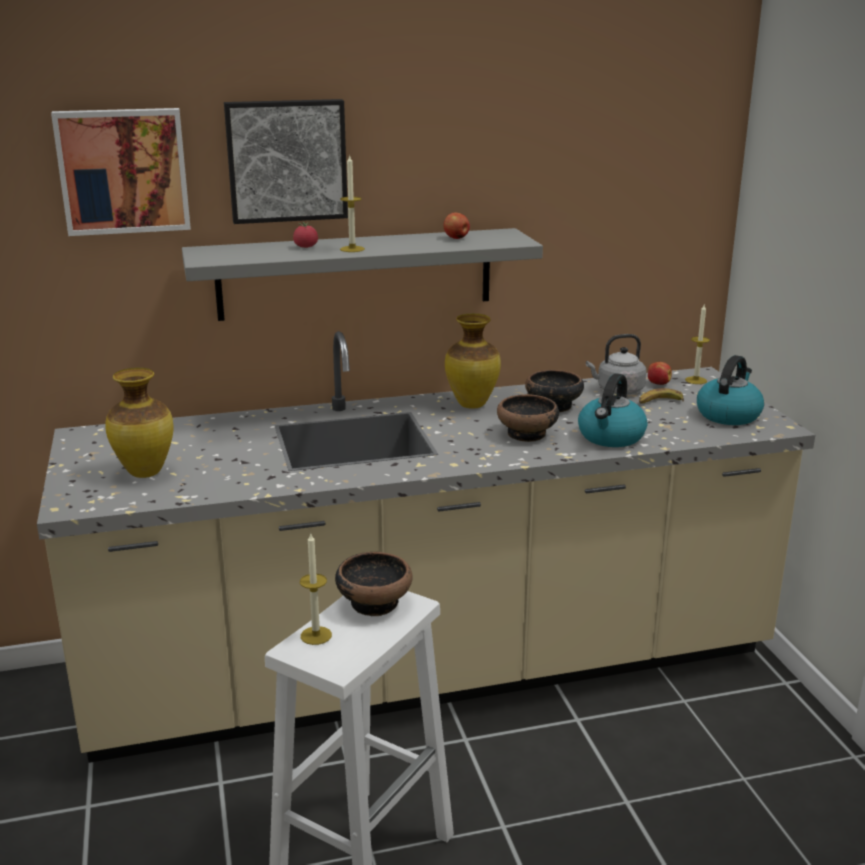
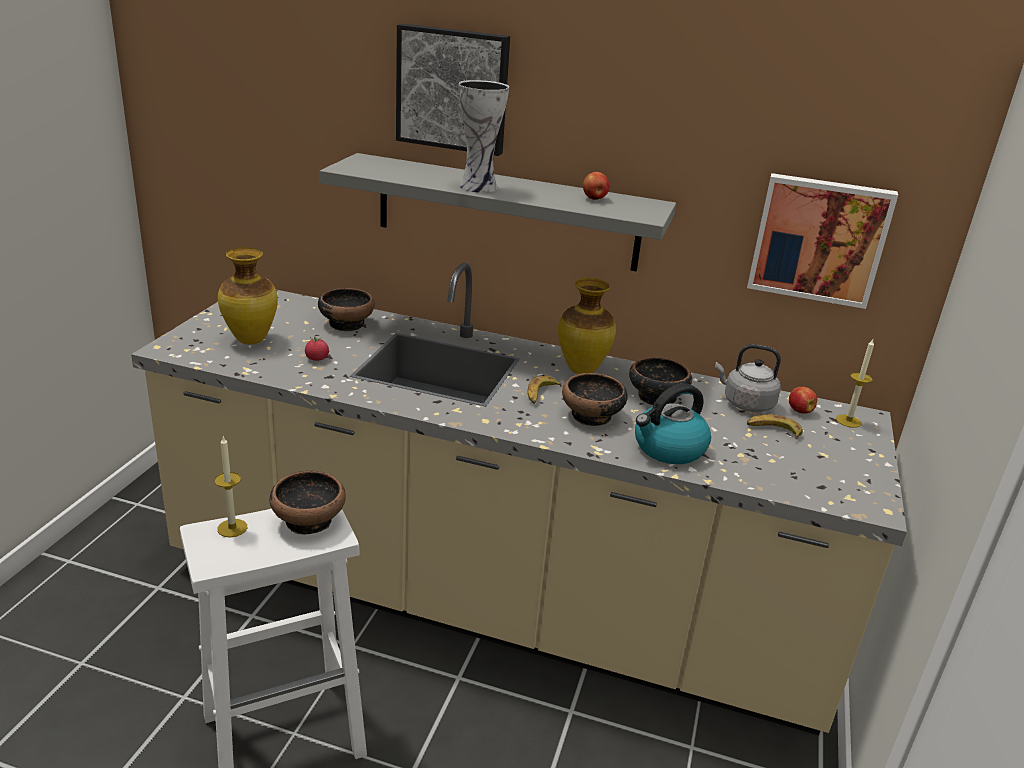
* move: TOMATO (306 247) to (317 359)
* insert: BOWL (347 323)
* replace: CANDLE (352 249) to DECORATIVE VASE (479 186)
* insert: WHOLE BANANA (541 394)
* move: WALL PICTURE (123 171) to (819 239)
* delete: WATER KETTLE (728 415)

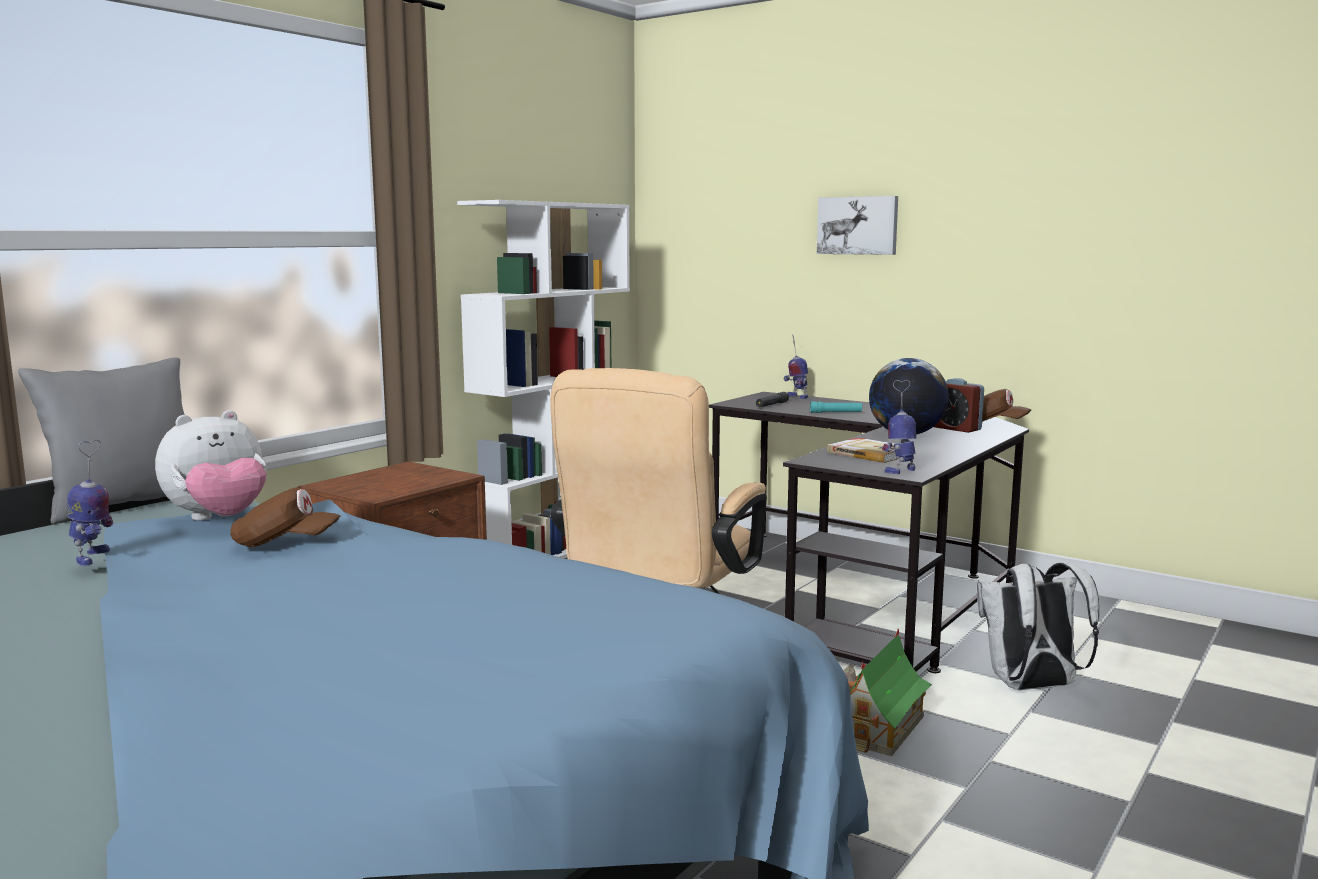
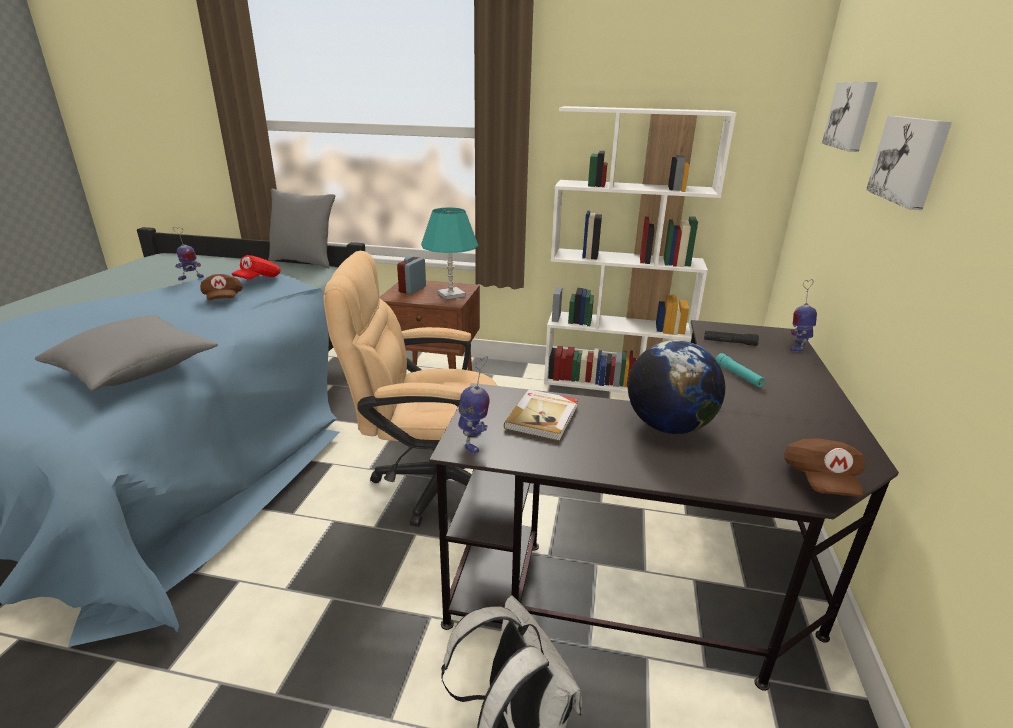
* insert: GREY THROW PILLOW (134 369)
* replace: PLUSH TOY (219 519) to RED BASEBALL CAP (258 279)
* move: BEDSIDE CLOCK (956 428) to (412 289)
* insert: TURQUOISE-COLOURED TABLE LAMP (451 294)
* rotate: ROBOT FIGURE (901 470) = (473 442) 60 degrees clockwise
* insert: WALL PICTURE (852 115)
* delete: MODEL HOUSE (877 727)

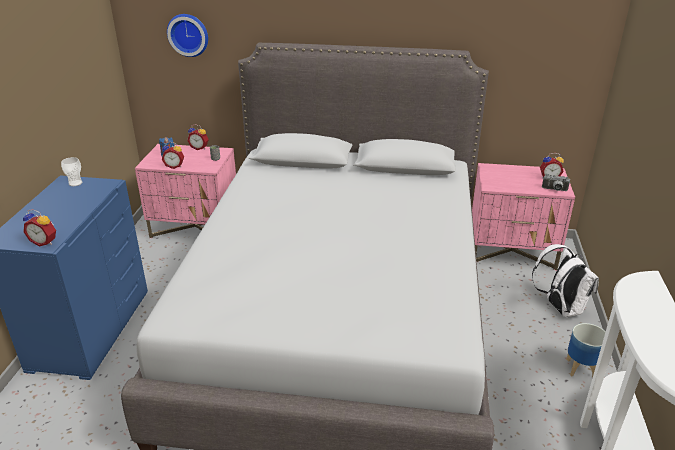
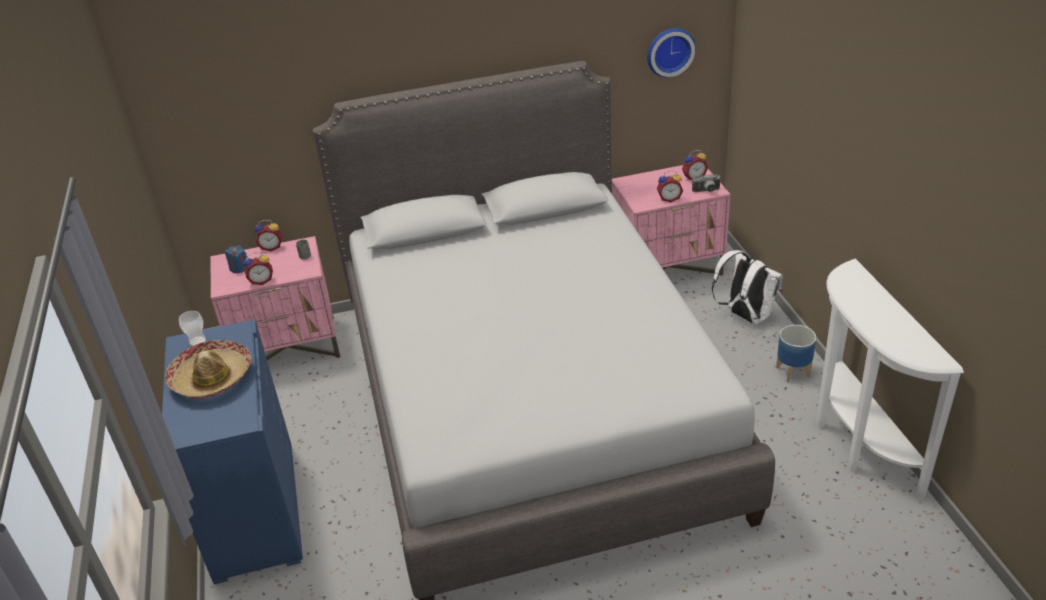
* insert: CLOTHING HAT (212 377)
* move: HANGING CLOCK (188 34) to (669 51)
* move: BEDSIDE CLOCK (45 242) to (669 199)

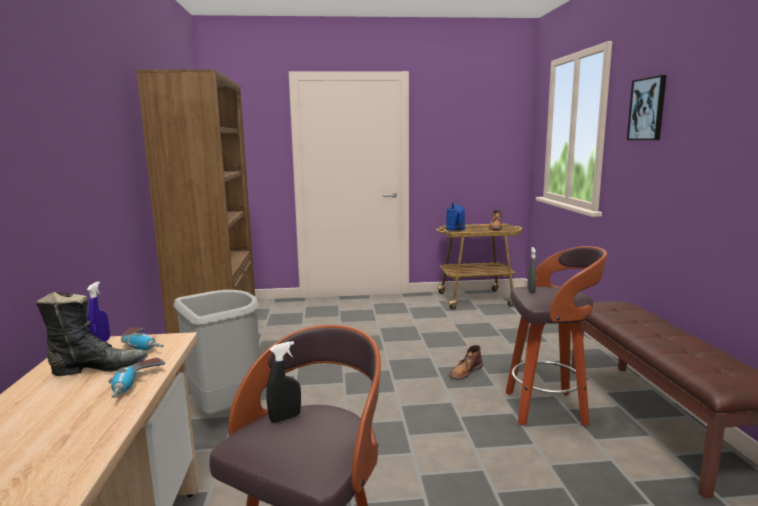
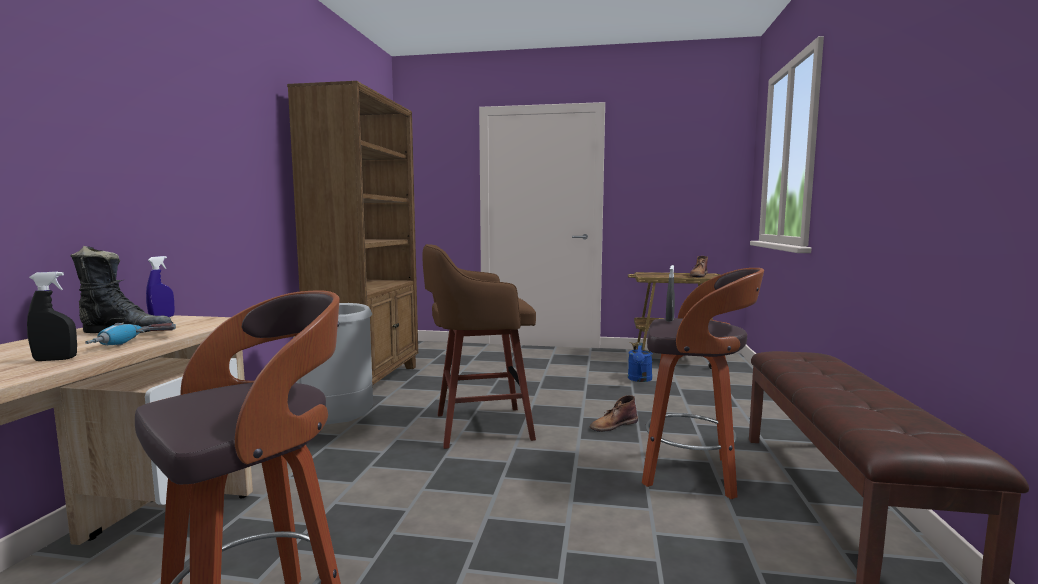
* move: BLACKISH SPRAYER (285 418) to (55 359)
* insert: BROWNISH SITTING STOOL (479 427)
* move: BLUISH SPRINKLING CAN (456 229) to (639 379)
* delete: ELECTRIC DRILL (144 346)
* delete: WALL PICTURE (647 109)

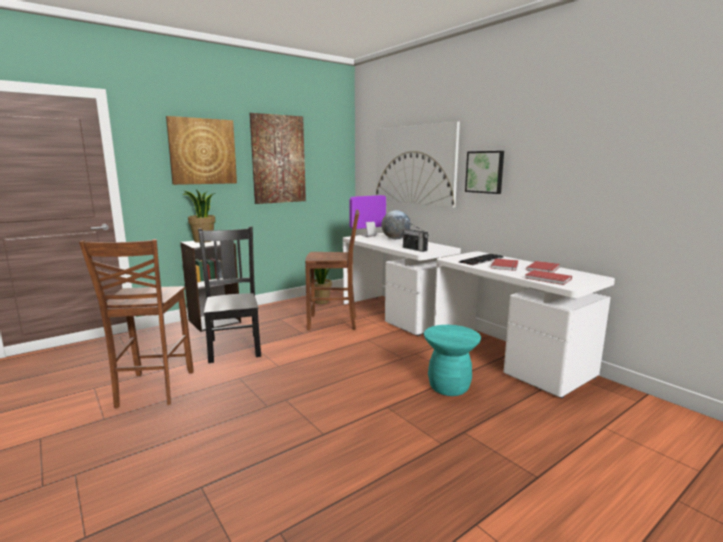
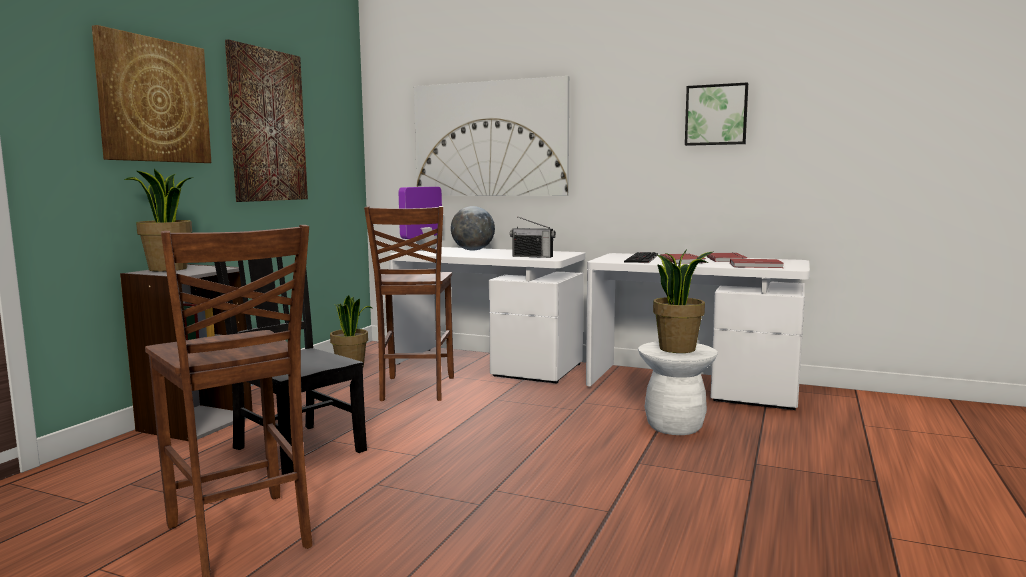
* rotate: BROWNISH CHAIR (334 323) = (415 389) 120 degrees clockwise
* recolor: TURQUOISE-COLOURED SITTING STOOL (449 387) to WHITISH SITTING STOOL (674 426)
* insert: POTTED PLANT (678 348)
* move: WALL PICTURE (485 172) to (716 115)

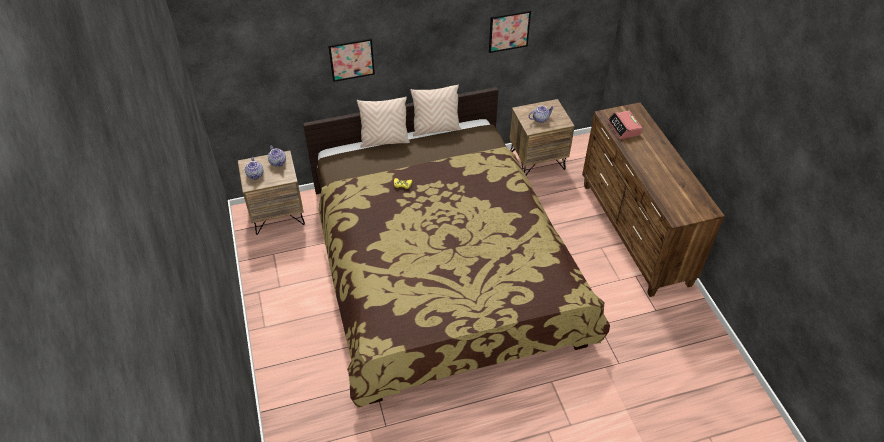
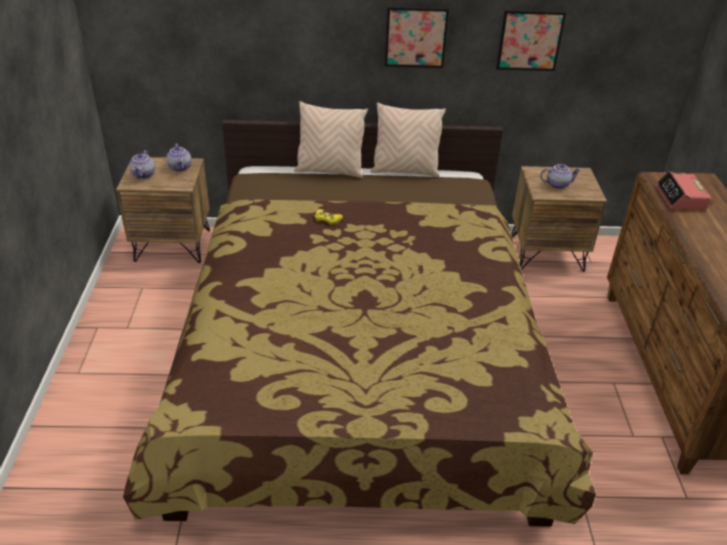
* move: WALL PICTURE (351 59) to (415 37)

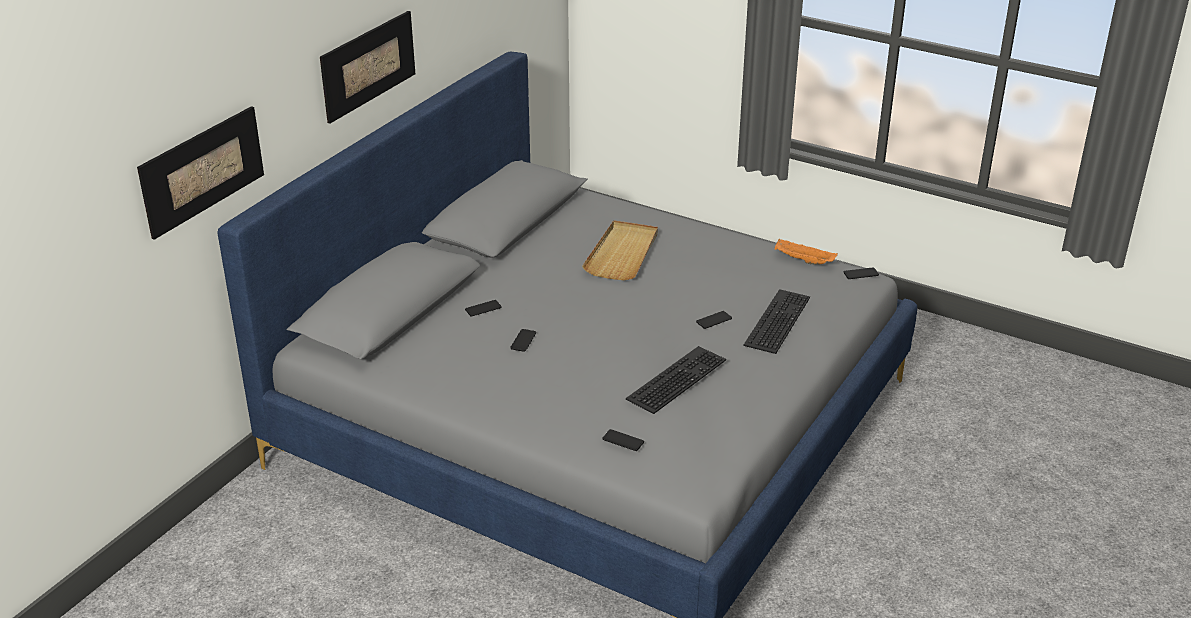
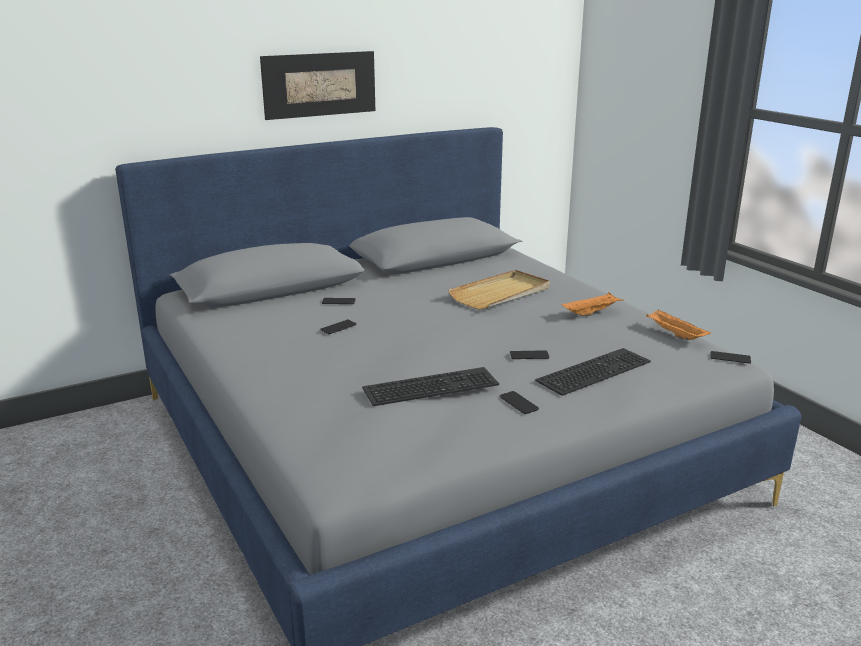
* move: HANDSET (623 440) to (518 403)
* insert: ORANGE CARRYING TRAY (592 313)
* delete: WALL PICTURE (202 170)

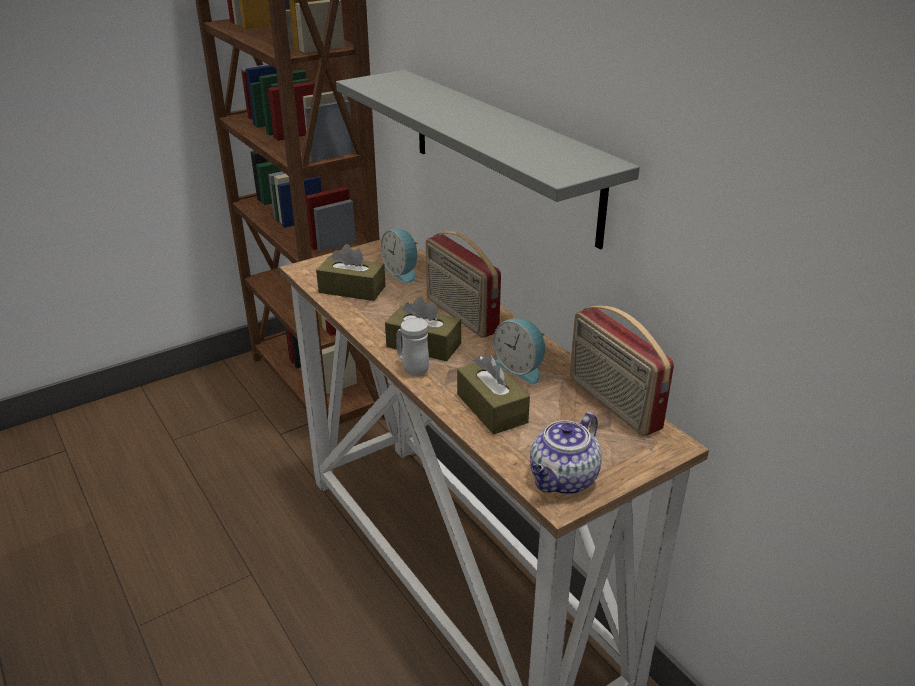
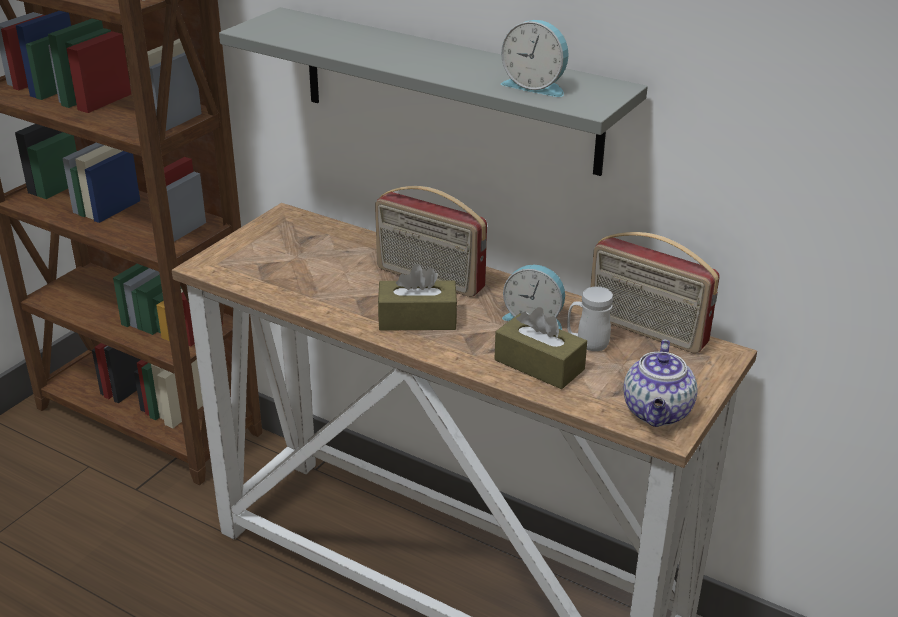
* move: BEDSIDE CLOCK (402 272) to (536 86)
* move: WHITISH MUG (412 368) to (587 344)
* delete: BROWNISH BOX OF TISSUES (352 289)

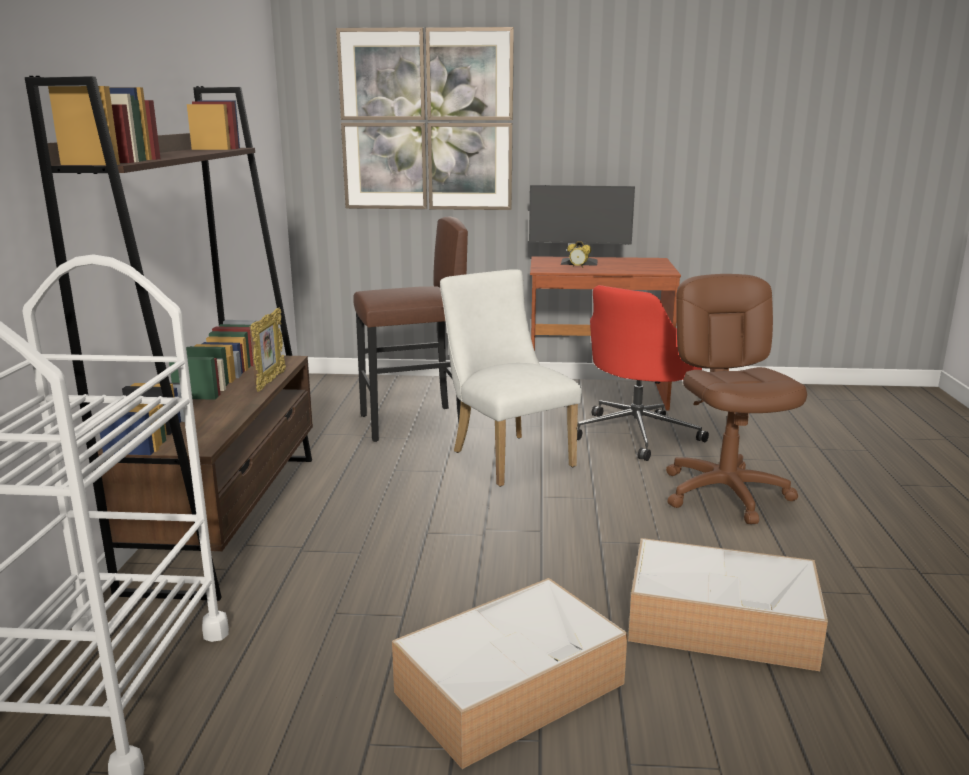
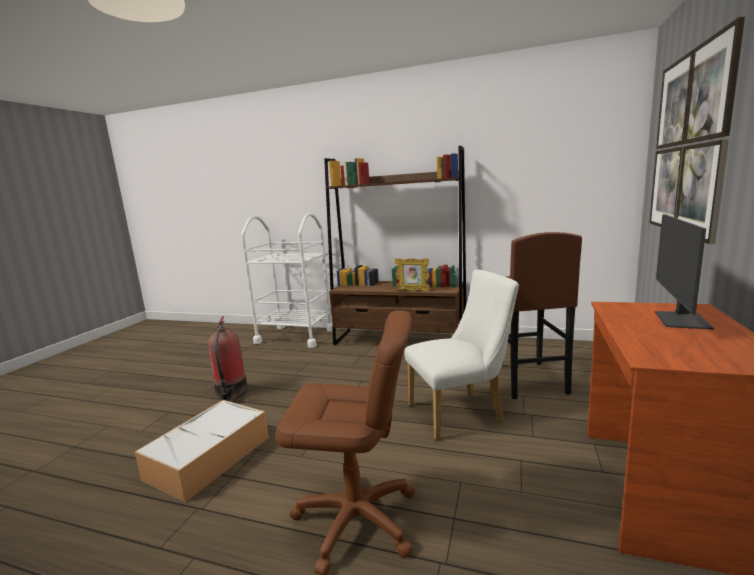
* replace: STORAGE BOX (512 686) to EXTINGUISHER (231 393)
* delete: BEDSIDE CLOCK (578 267)
* delete: RED OFFICE CHAIR (637 434)

